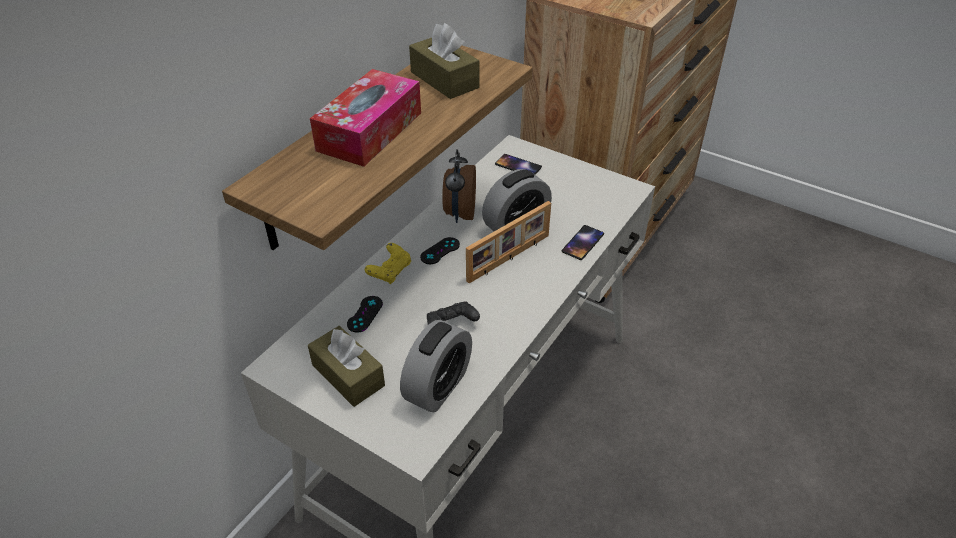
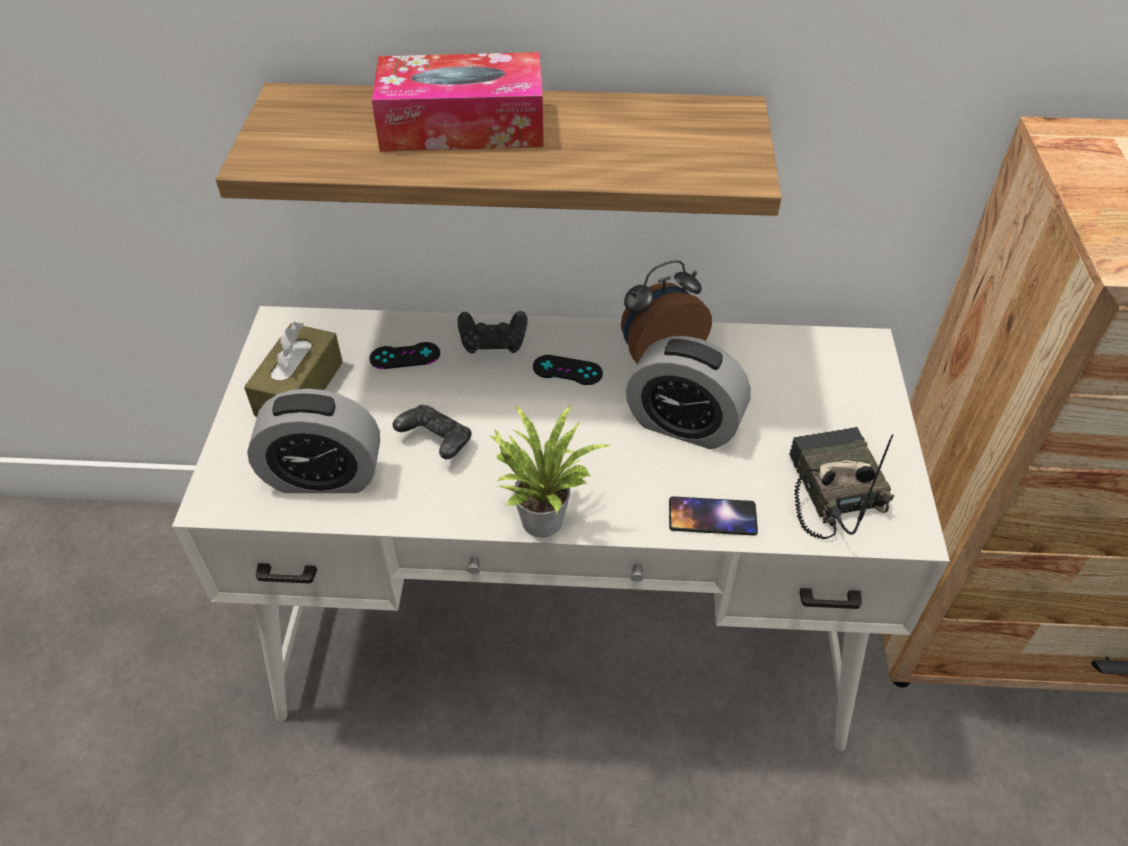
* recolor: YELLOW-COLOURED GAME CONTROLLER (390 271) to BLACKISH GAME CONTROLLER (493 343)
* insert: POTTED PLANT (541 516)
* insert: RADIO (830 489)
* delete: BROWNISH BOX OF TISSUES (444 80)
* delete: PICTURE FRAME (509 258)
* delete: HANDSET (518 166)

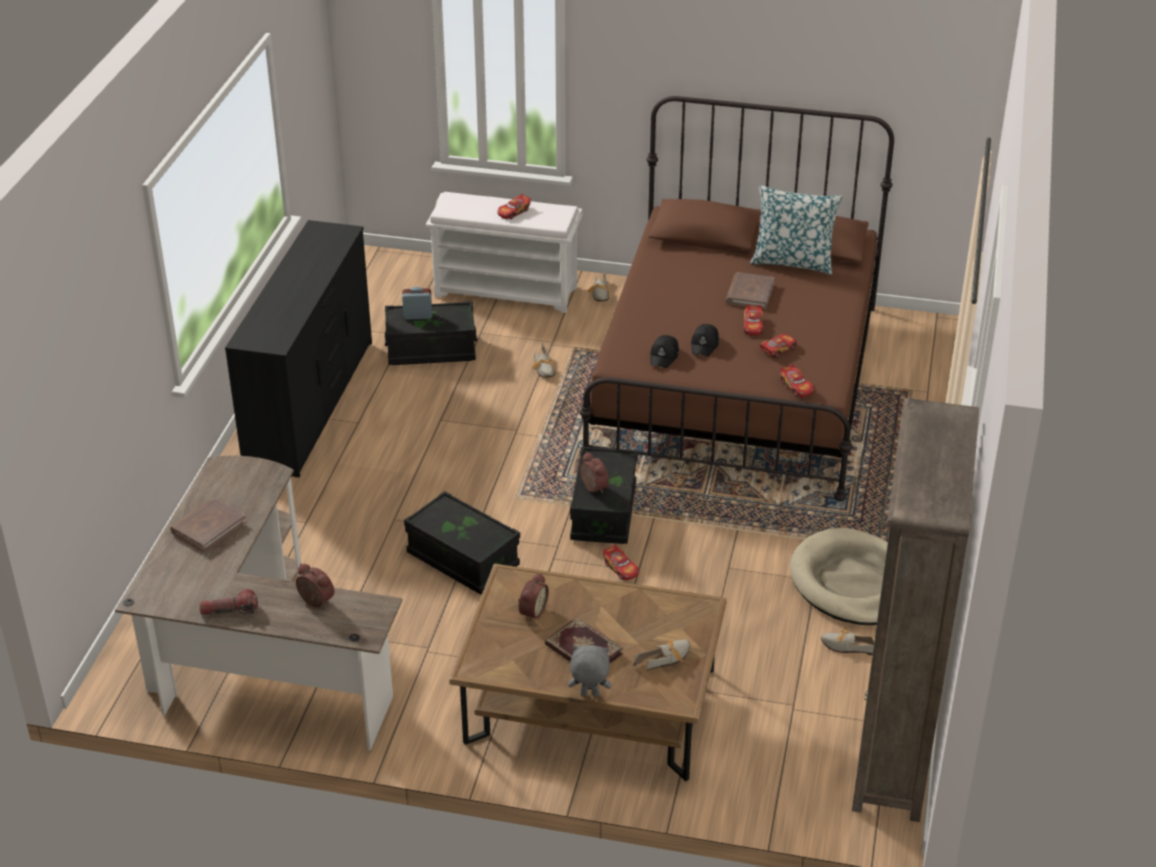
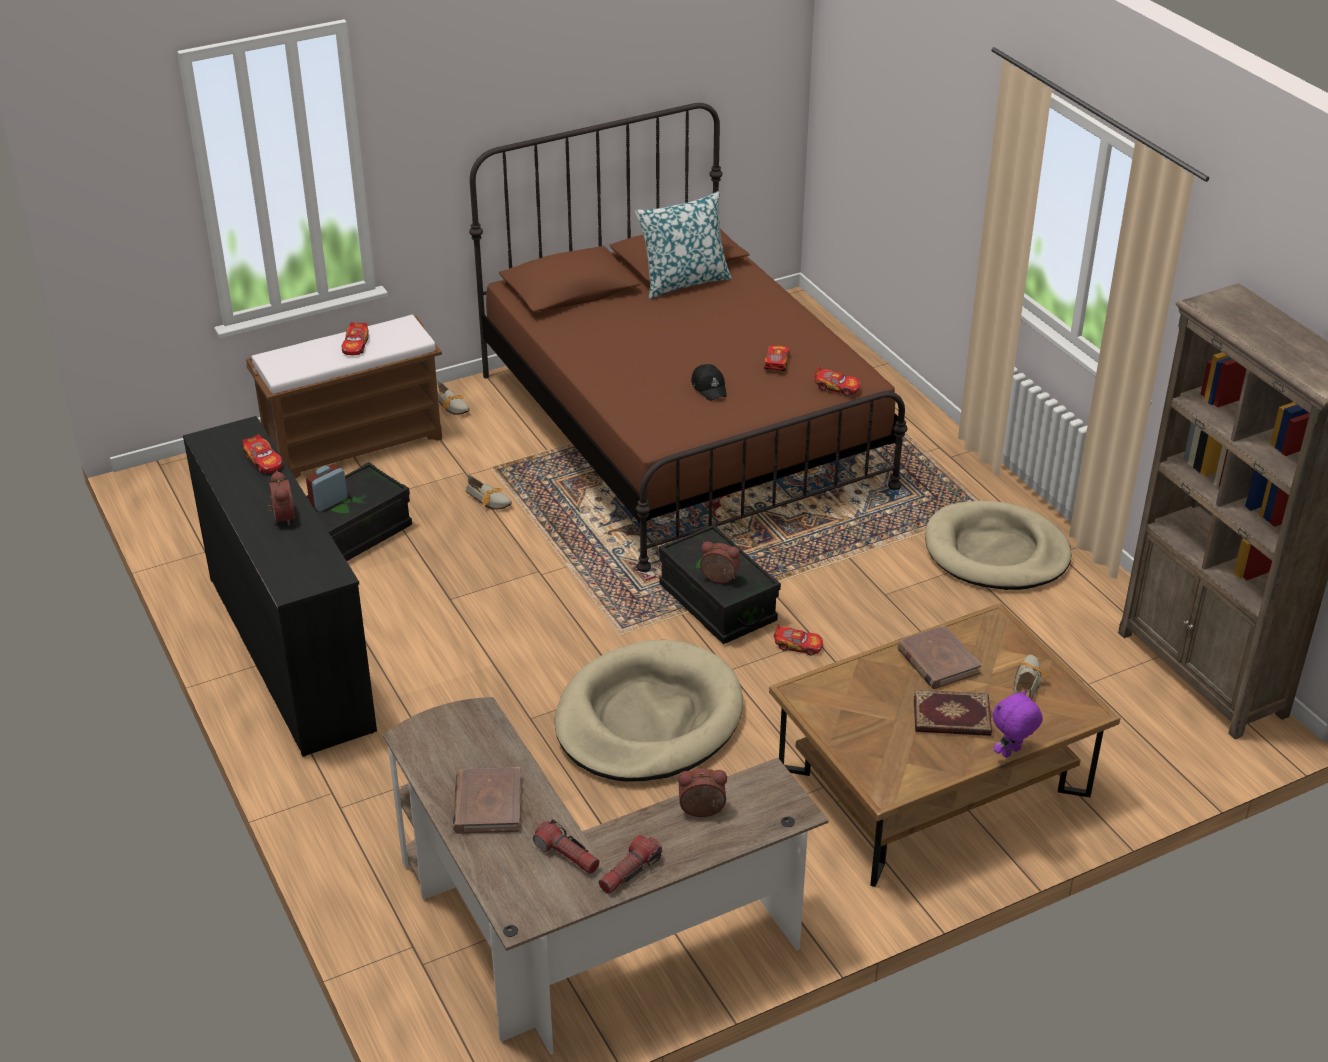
* move: TOY CAR (753 325) to (264 461)
* recolor: WHITISH LONG SEAT (507 291) to BROWNISH LONG SEAT (356 444)
* move: BEDSIDE CLOCK (531 611) to (281 517)
* insert: TORCH (567 855)
* replace: BLACKISH STORAGE BOX (463 560) to BEIGE DOG BED (648 719)
* move: BROWNISH BOOK (750 293) to (937 661)
* recolor: GREY PLUSH TOY (589 695) to PURPLISH PLUSH TOY (1011 753)
* delete: BLACKISH BASEBALL CAP (664 356)
* delete: ITEM OF FOOTWEAR (845 646)

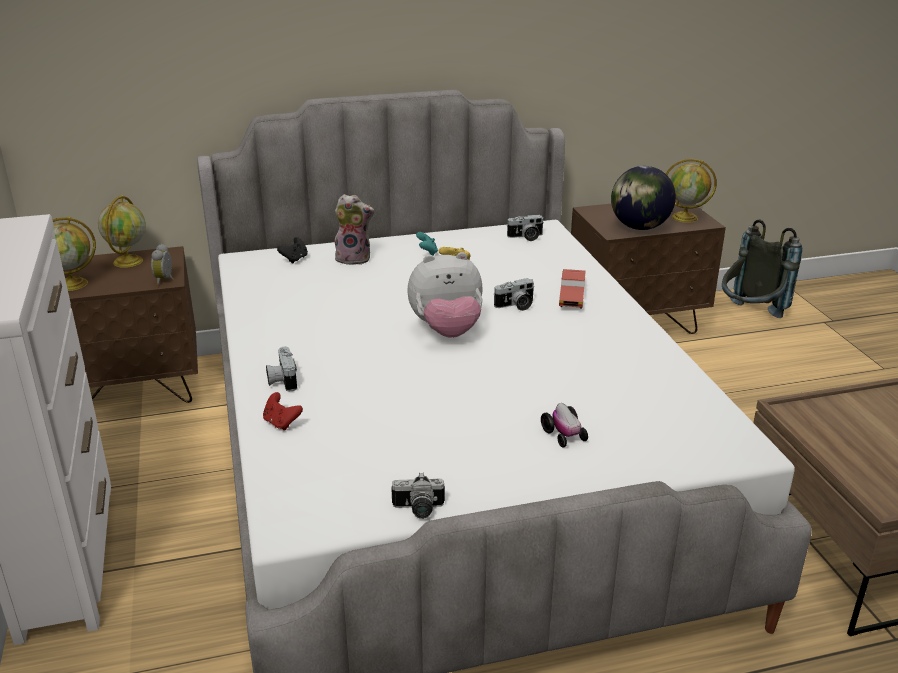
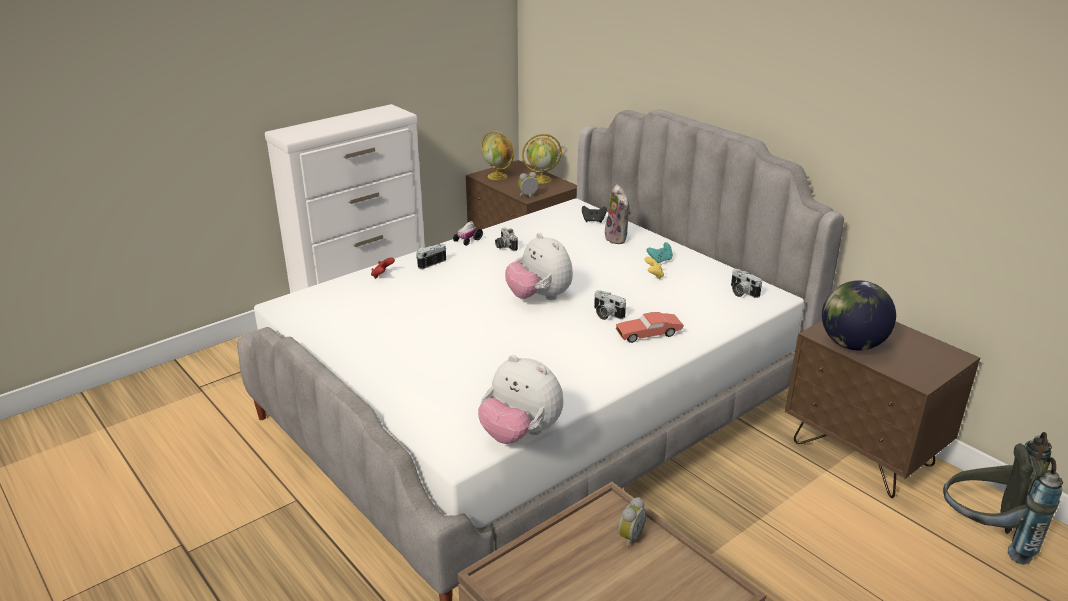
* move: TOY CAR (564 435) to (467 240)
* insert: PLUSH TOY (520 434)
* move: STILL CAMERA (418 510) to (504 246)
* insert: BEDSIDE CLOCK (629 536)
* delete: WORLD GLOBE (685 217)

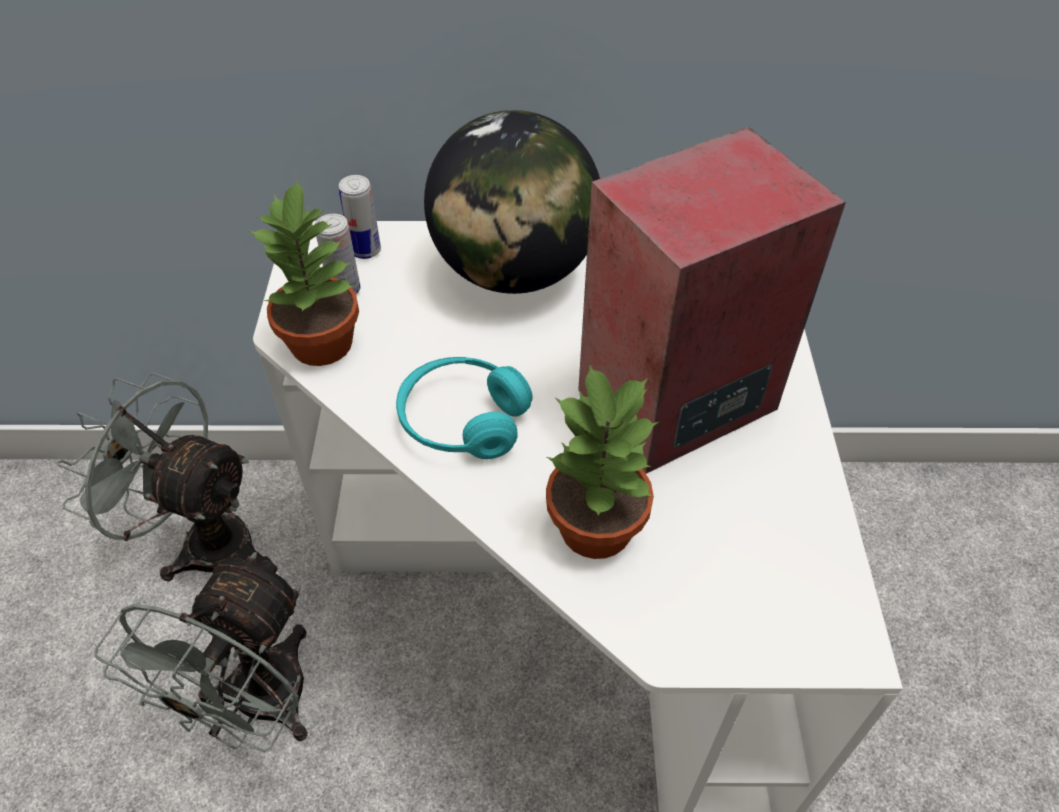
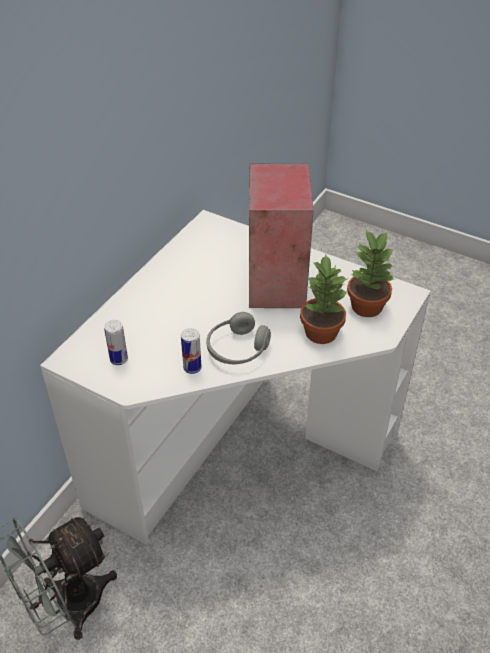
* move: CAN (366 250) to (192 368)
* recolor: TURQUOISE-COLOURED HEADPHONES (463 420) to GREY HEADPHONES (237 349)
* move: POTTED PLANT (324 343) to (367 306)
* delete: GREY COOLING FAN (258 708)
* delete: WORLD GLOBE (514 271)

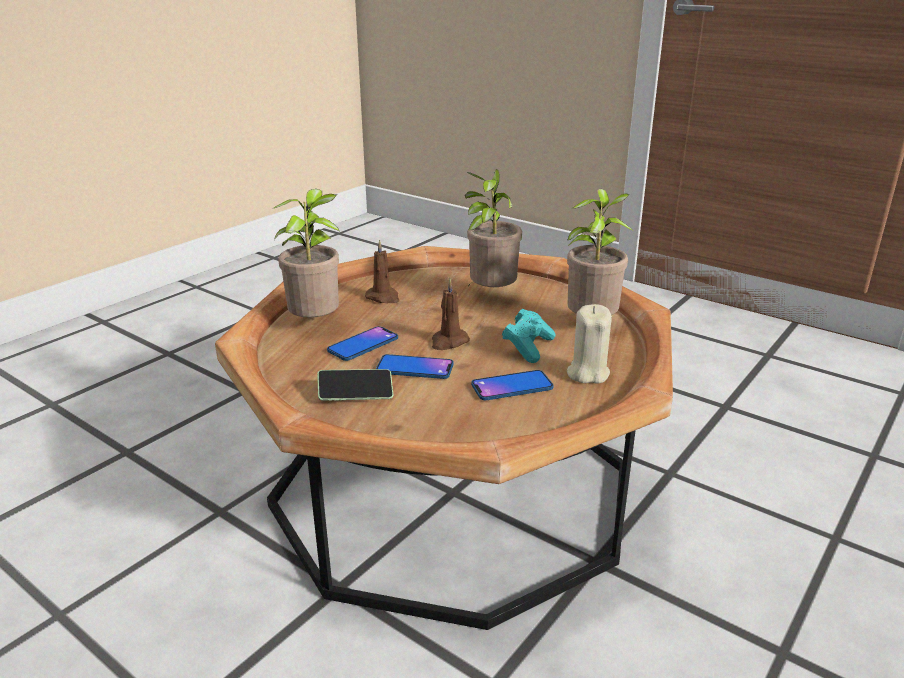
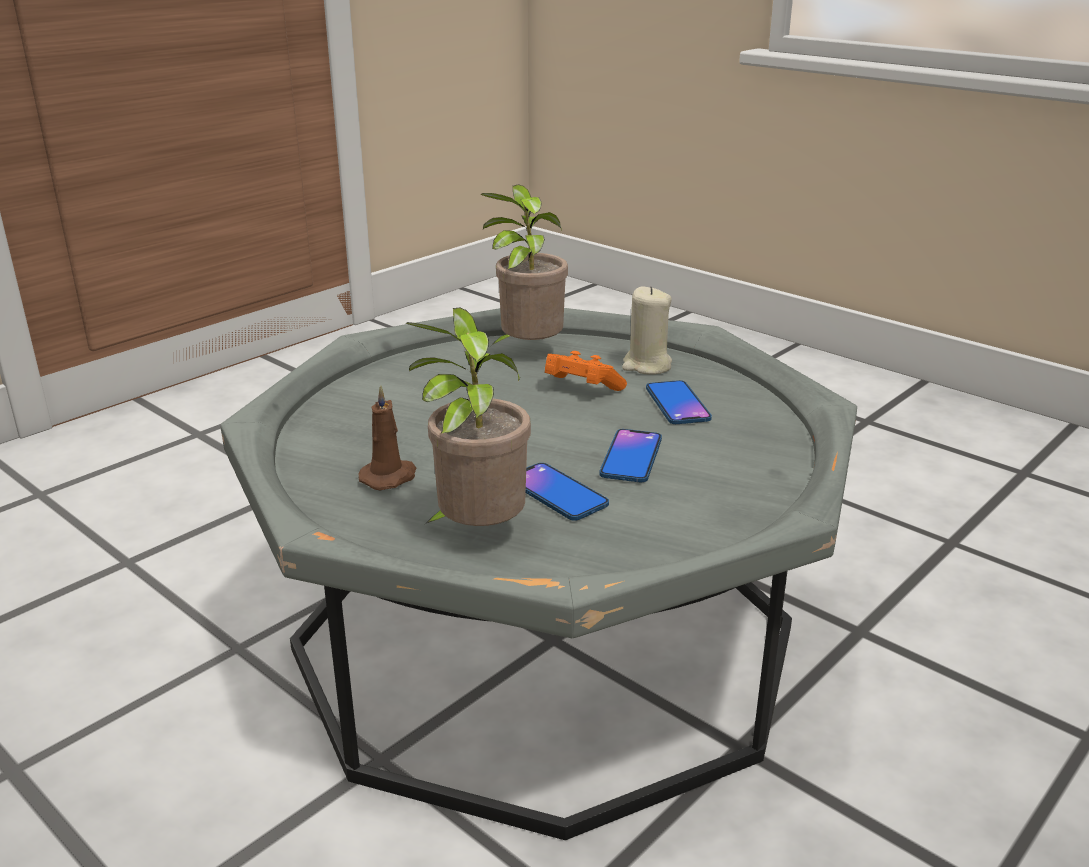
* recolor: BROWNISH LOW TABLE (452 487) to GREY LOW TABLE (544 639)
* recolor: TURQUOISE-COLOURED GAME CONTROLLER (528 347) to ORANGE GAME CONTROLLER (580 389)
* delete: HANDSET (356 394)
* delete: BROWNISH CANDLE (449 342)
* delete: POTTED PLANT (490 295)

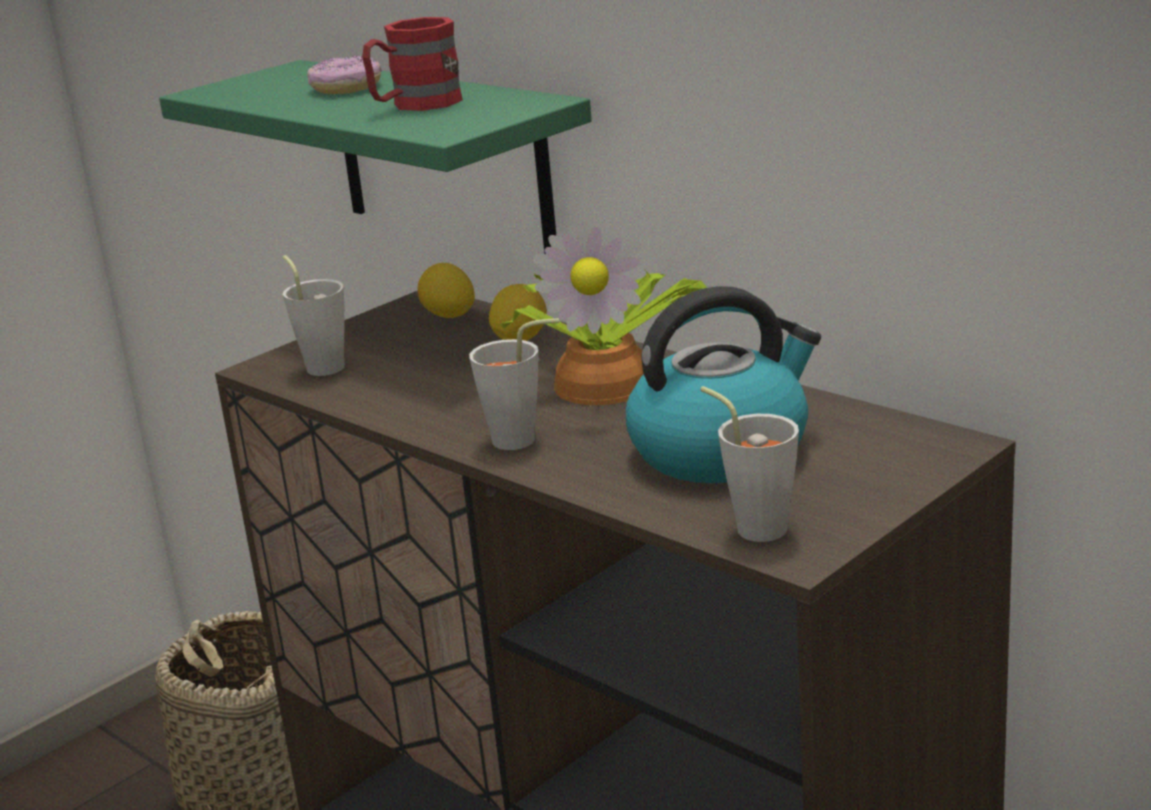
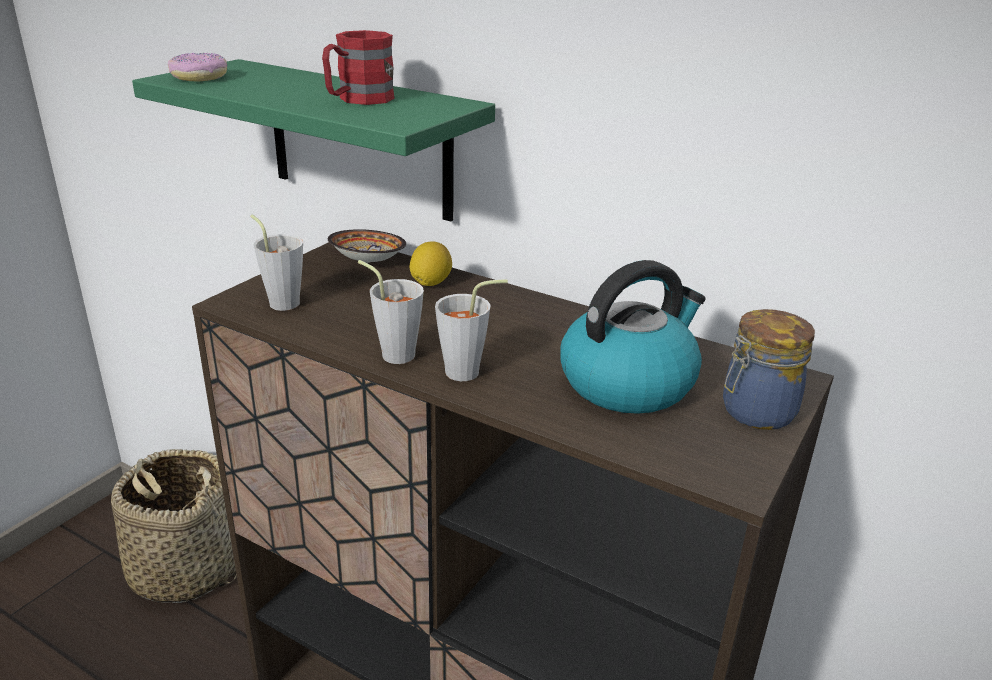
* move: RING DOUGHNUT (346 87) to (199 77)
* replace: LEMON (448 316) to BOWL (367 261)
* move: GREY CUP (754 525) to (393 352)
* insert: PRESERVE JAR (755 412)
* delete: POTTED PLANT (608 381)

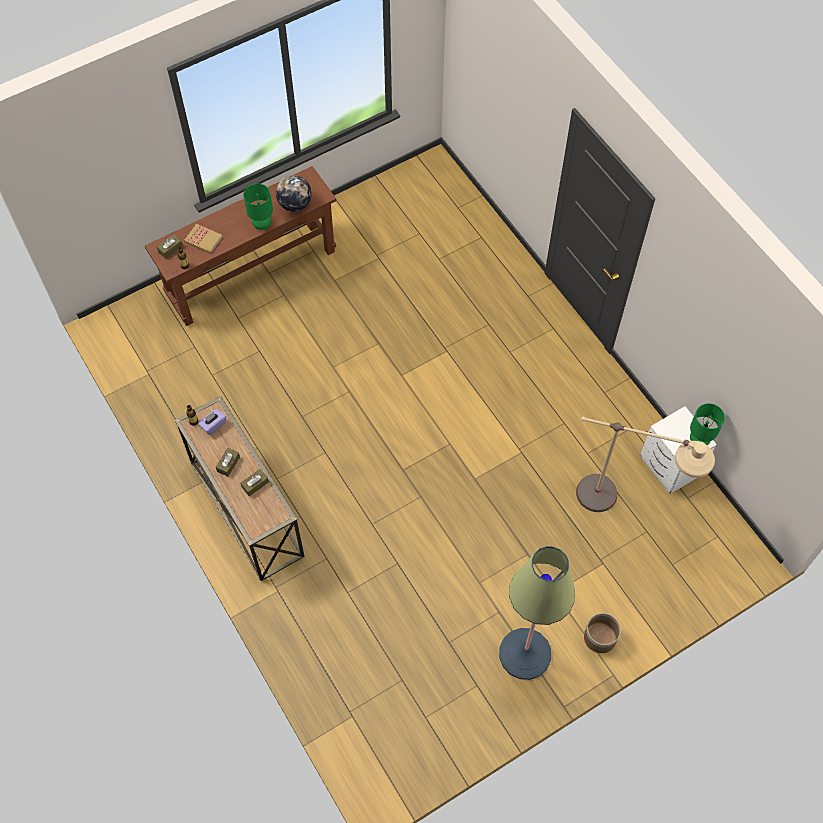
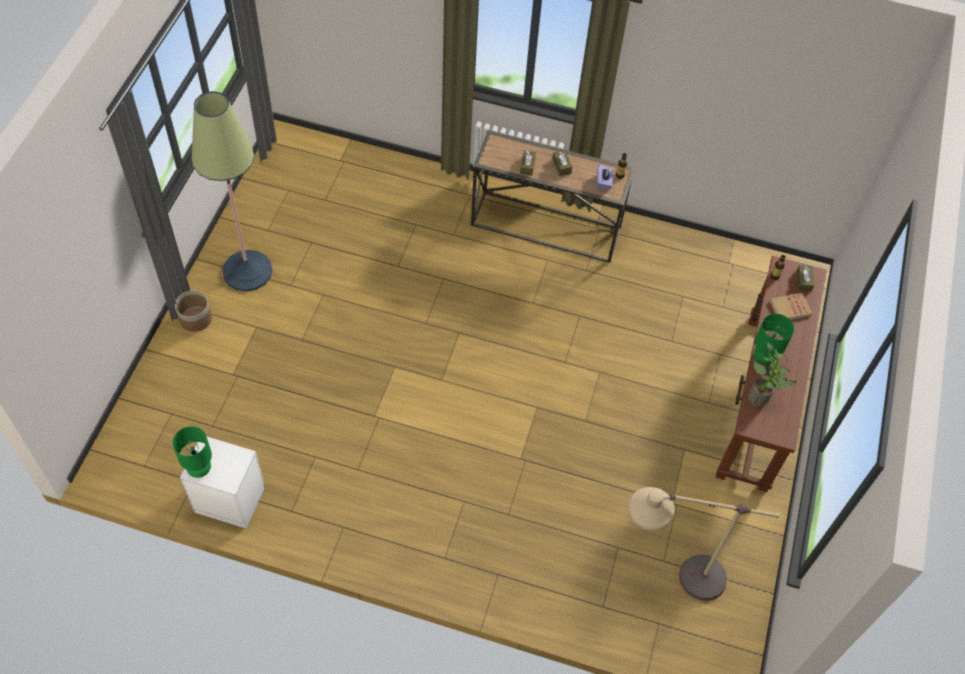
* move: BEIGE STANDARD LAMP (622 508) to (669 581)
* replace: WORLD GLOBE (295 204) to POTTED PLANT (760 398)

